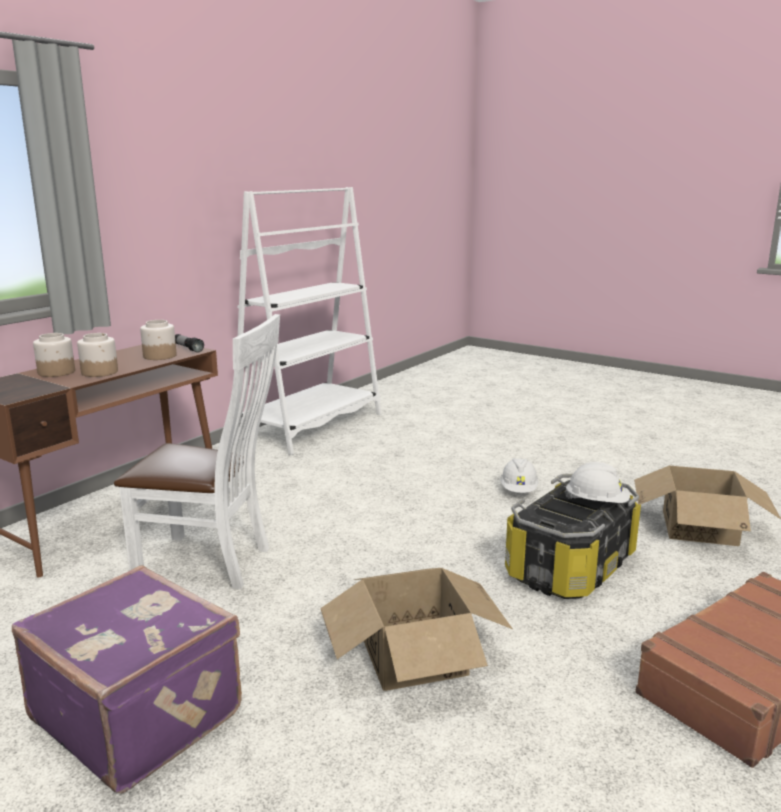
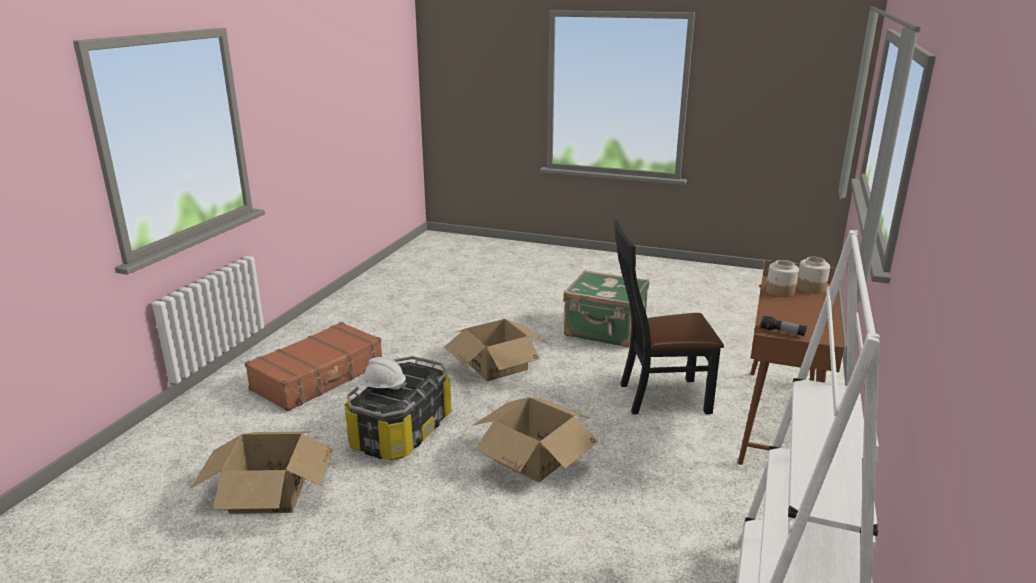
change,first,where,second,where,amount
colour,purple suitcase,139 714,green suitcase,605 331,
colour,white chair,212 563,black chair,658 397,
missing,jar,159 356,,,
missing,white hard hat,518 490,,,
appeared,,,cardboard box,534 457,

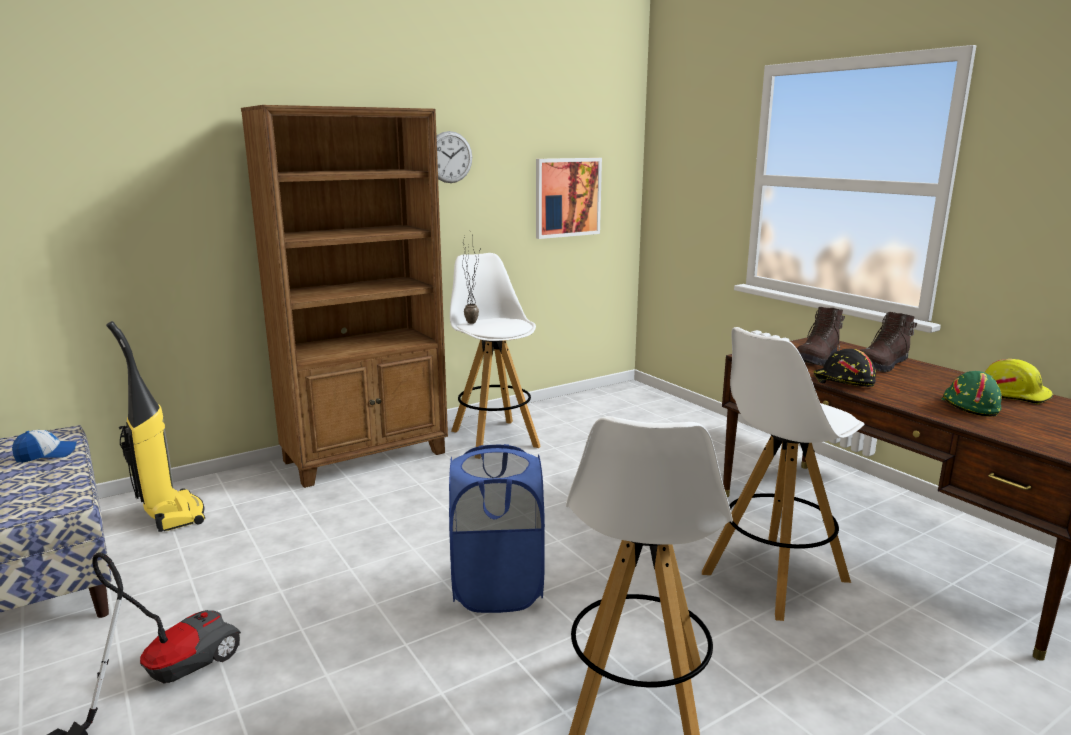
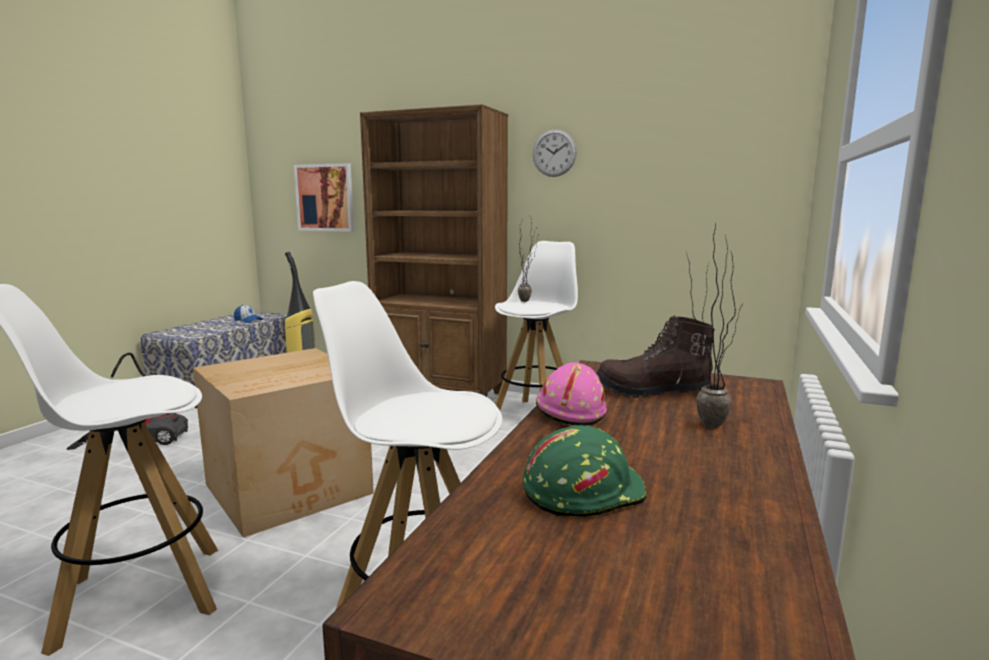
change,first,where,second,where,amount
exchanged,blue laundry basket,497 588,cardboard box,291 489,
relocated,picture,567 197,,325 197,
colour,black hard hat,843 382,pink hard hat,570 411,
exchanged,brown boot,882 365,potted plant,702 423,
missing,yellow hard hat,1014 394,,,

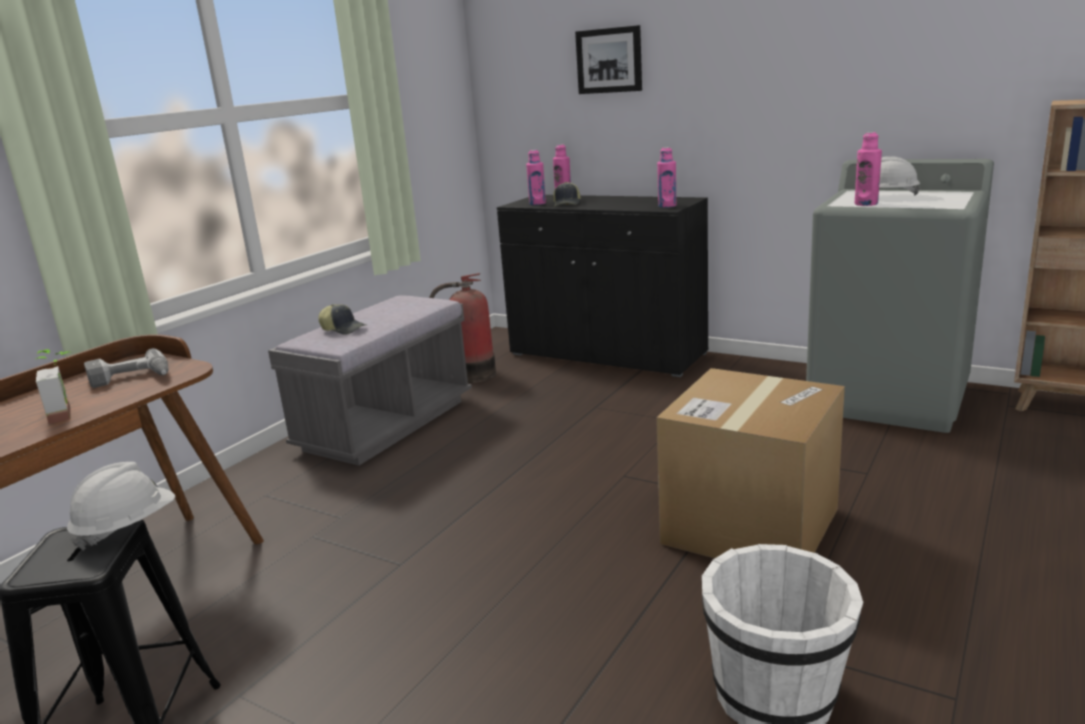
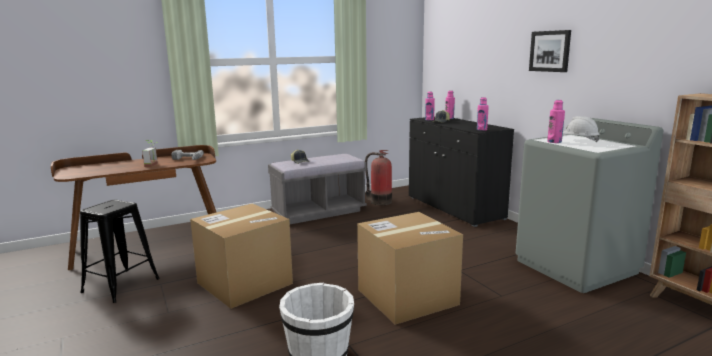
change,first,where,second,where,amount
missing,white hard hat,127 528,,,
relocated,picture,609 60,,550 51,
appeared,,,cardboard box,244 283,

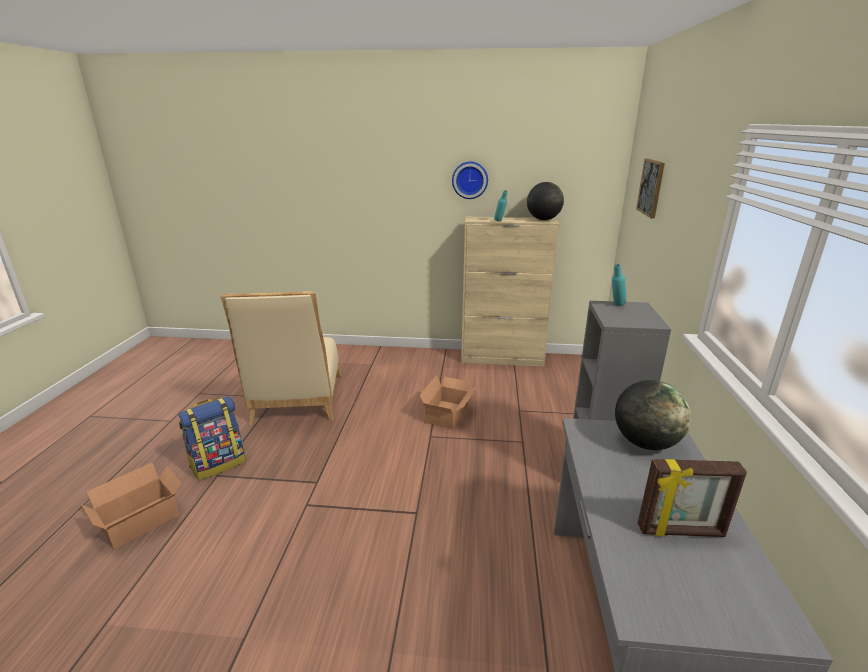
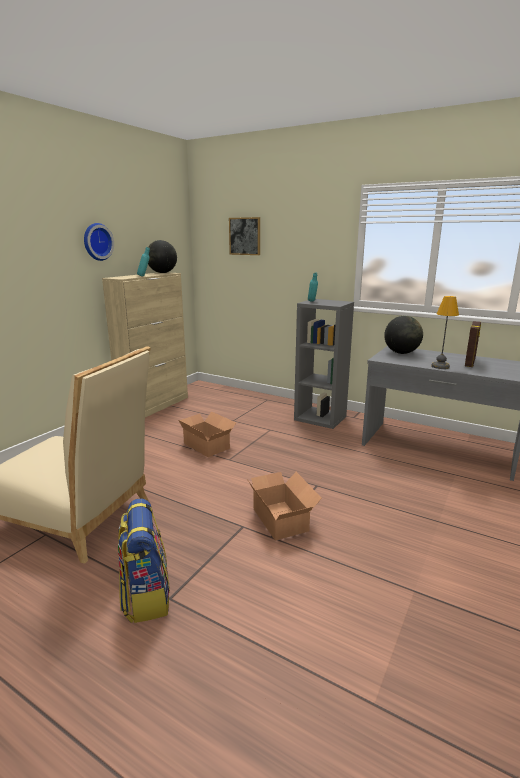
change,first,where,second,where,amount
relocated,cardboard box,143 521,,282 518,
appeared,,,table lamp,441 366,

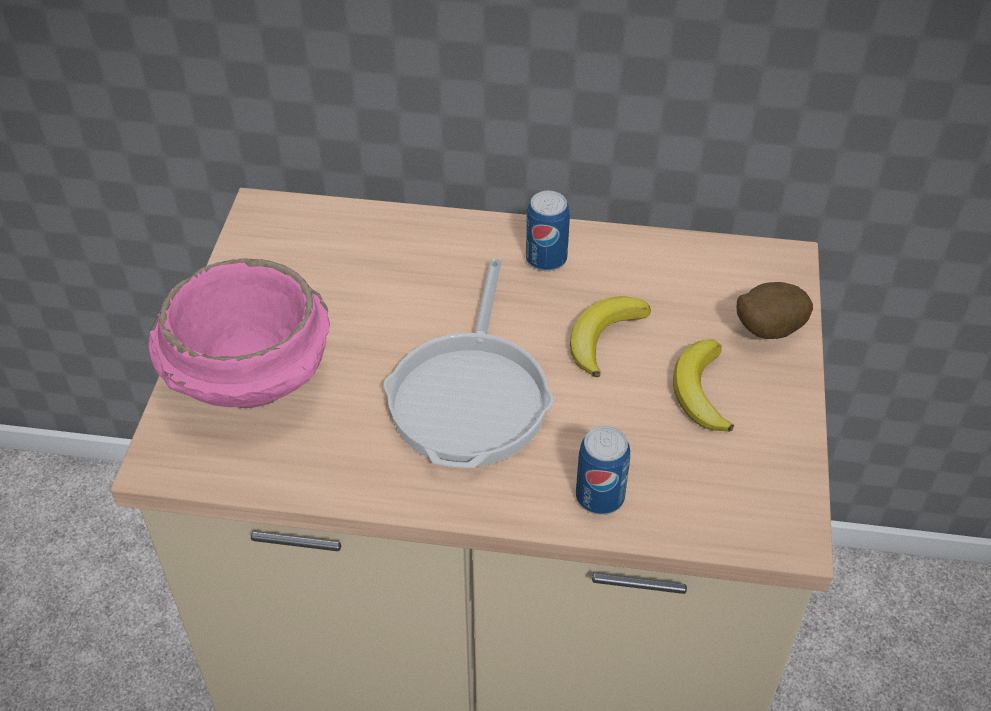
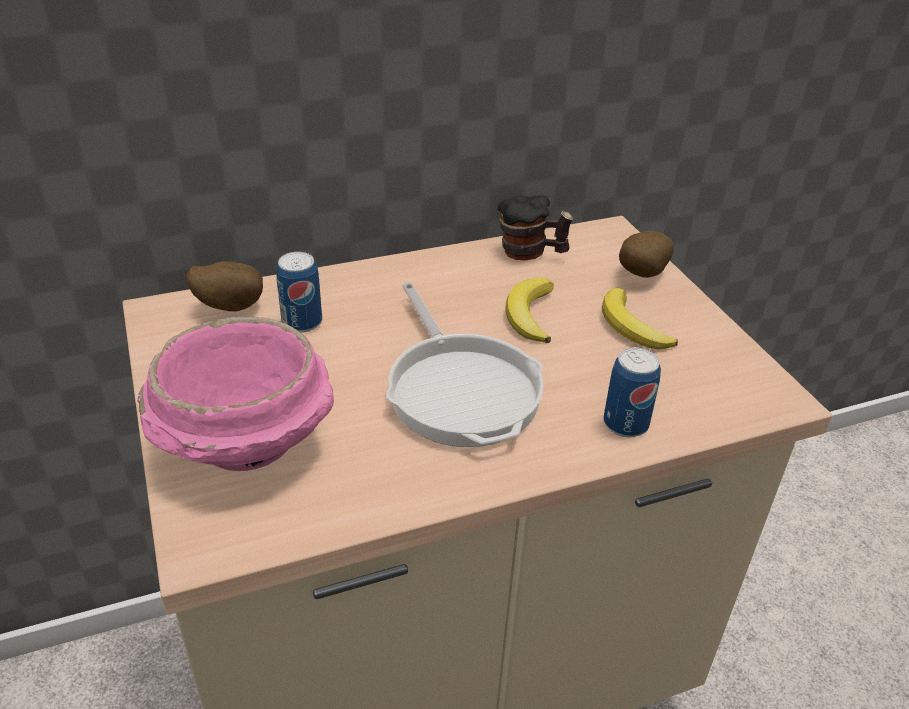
change,first,where,second,where,amount
relocated,can,546 259,,302 322,
appeared,,,potato,230 306,
appeared,,,mug,530 254,

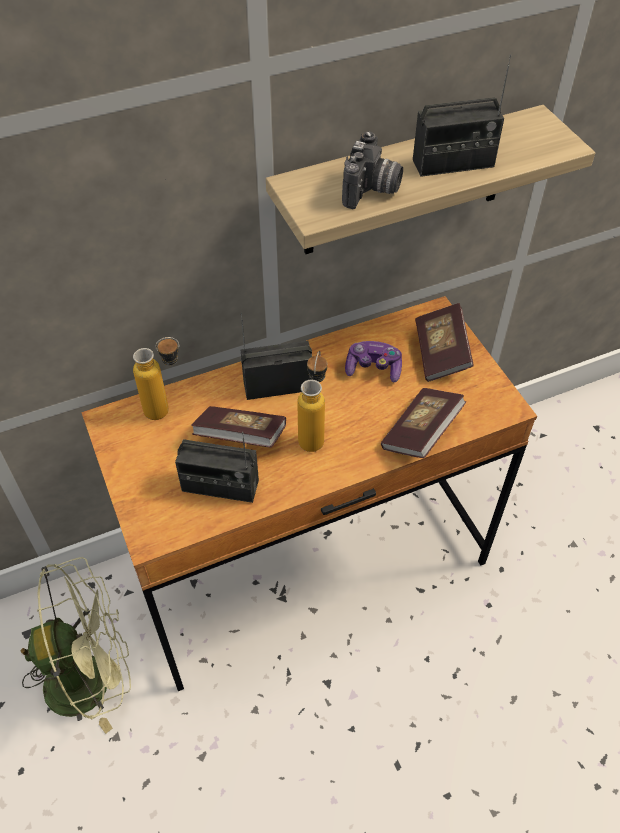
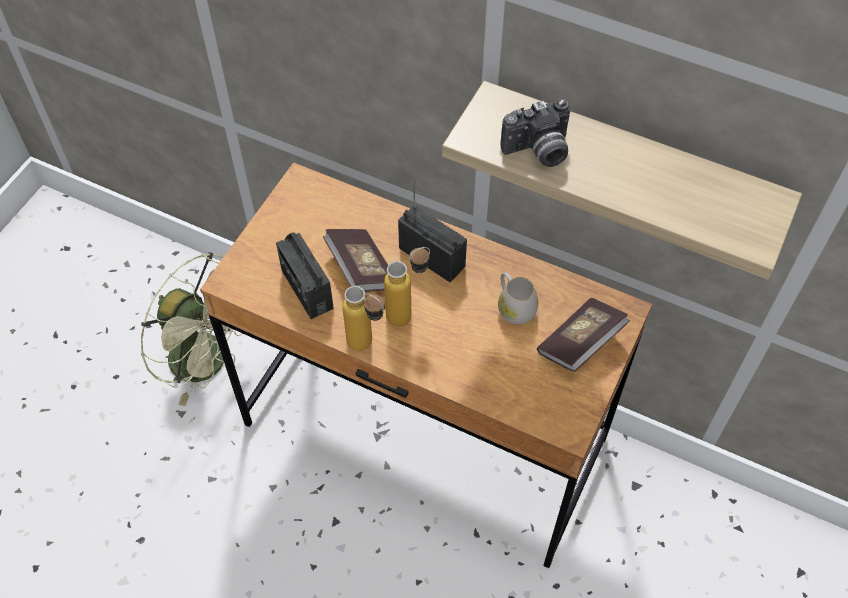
change,first,where,second,where,amount
relocated,bottle,167 409,,368 346,
exchanged,game controller,373 368,white mug,514 307,
missing,book,421 433,,,
missing,radio,453 163,,,

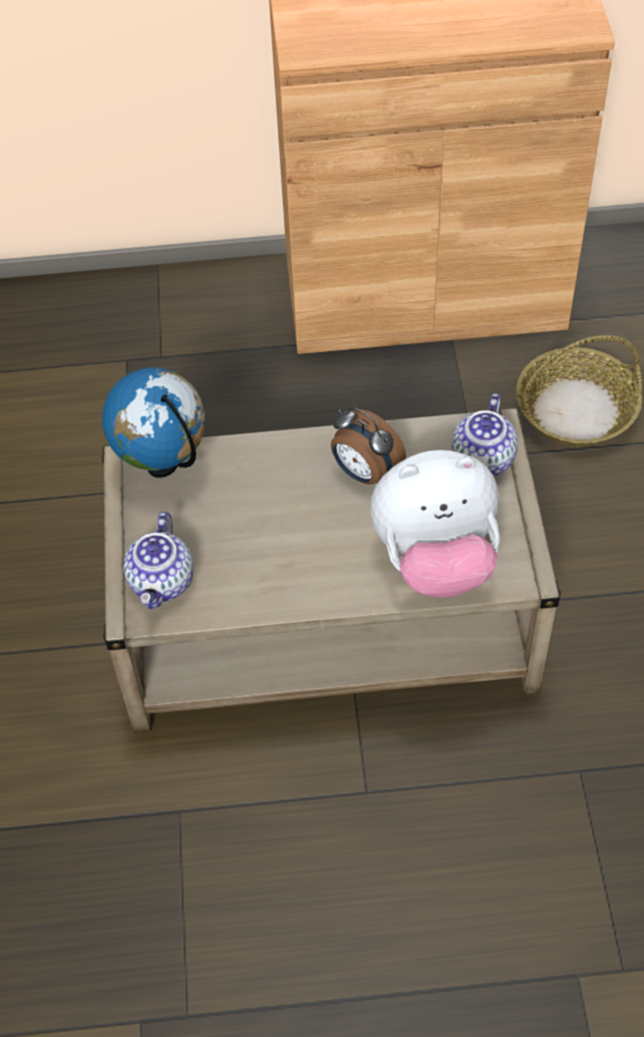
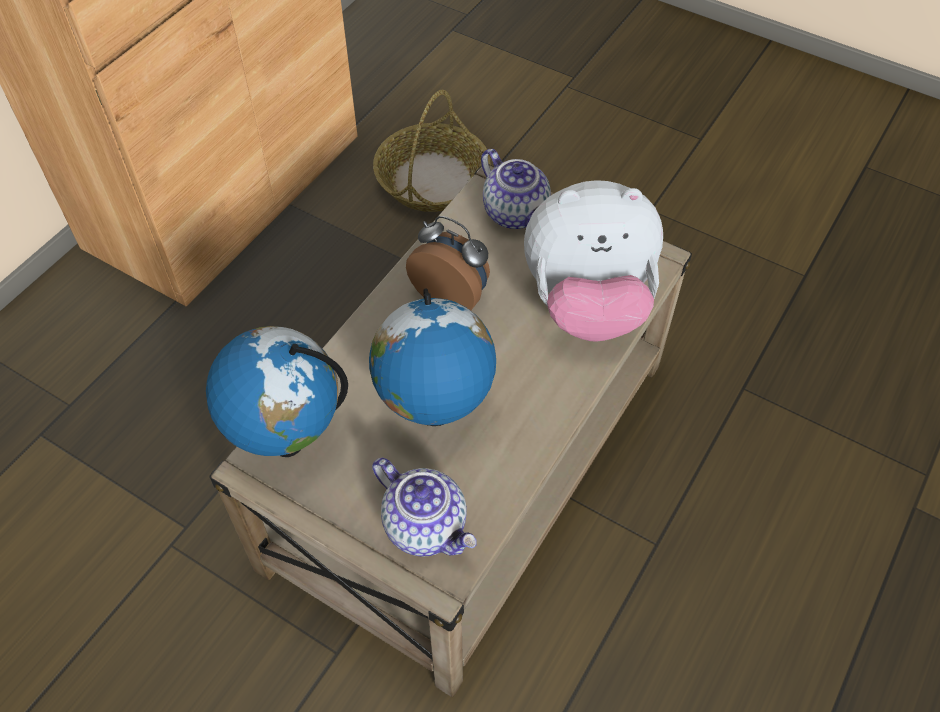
change,first,where,second,where,amount
spun,alarm clock,365 473,,452 295,135 degrees counterclockwise
spun,plush toy,436 559,,587 305,60 degrees clockwise
appeared,,,globe,434 411,

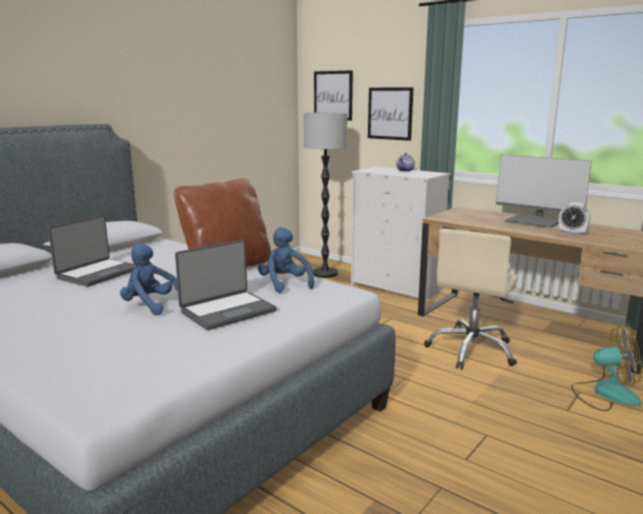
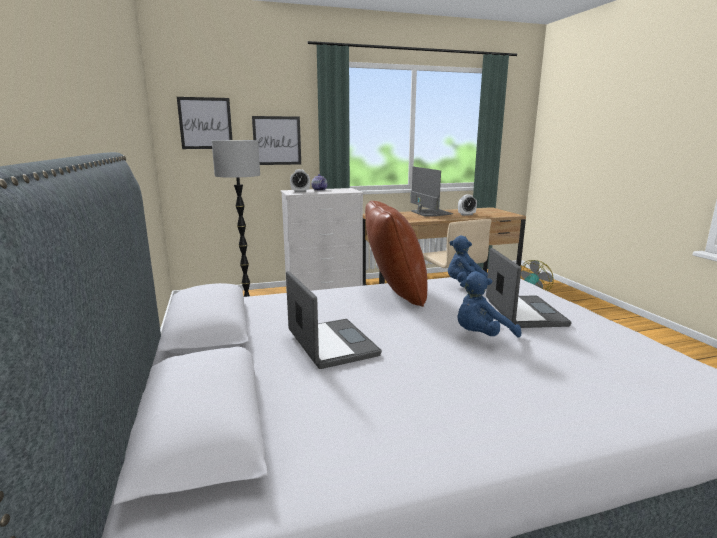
change,first,where,second,where,amount
spun,monitor,534 221,,430 213,90 degrees counterclockwise
appeared,,,alarm clock,300 191,

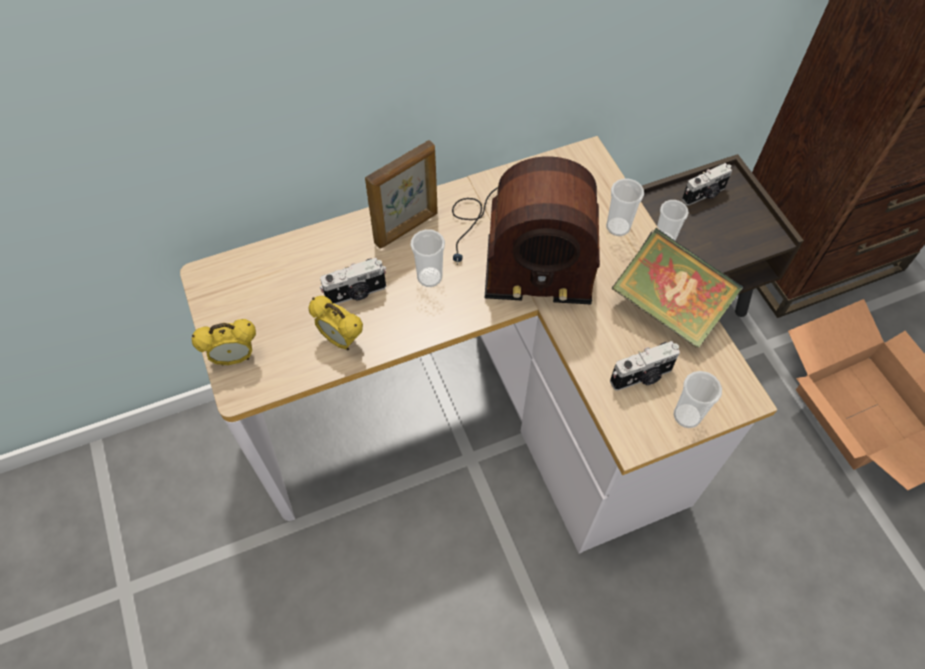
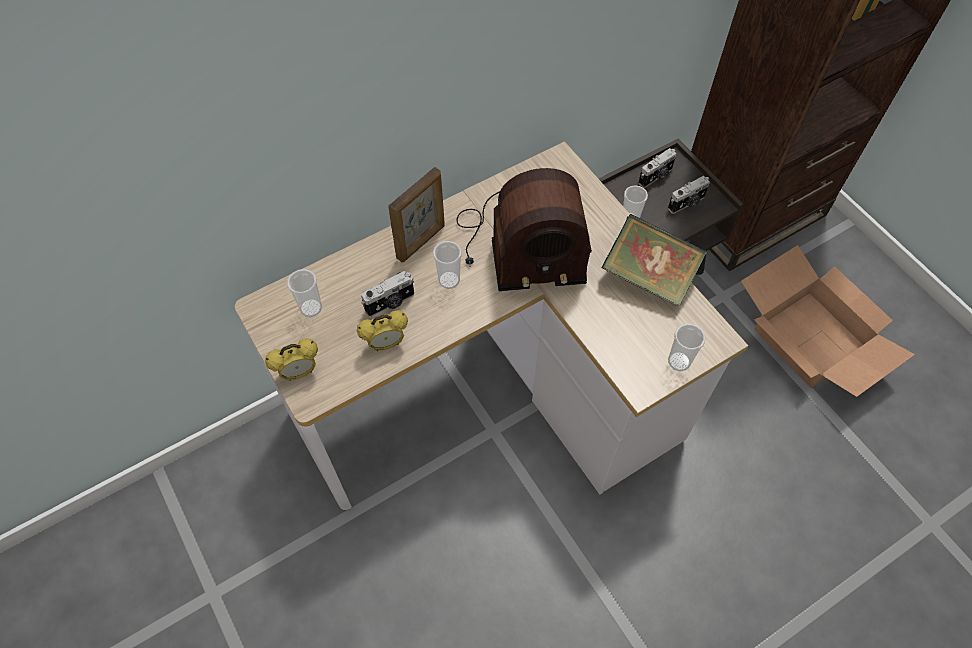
change,first,where,second,where,amount
spun,alarm clock,341 340,,386 344,45 degrees counterclockwise
relocated,cup,618 227,,311 308,
relocated,photo camera,642 377,,687 203,

